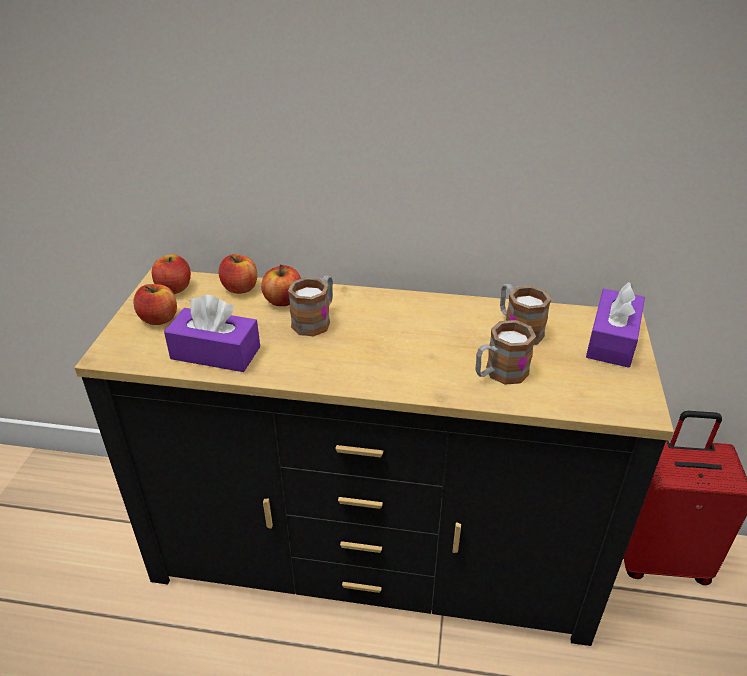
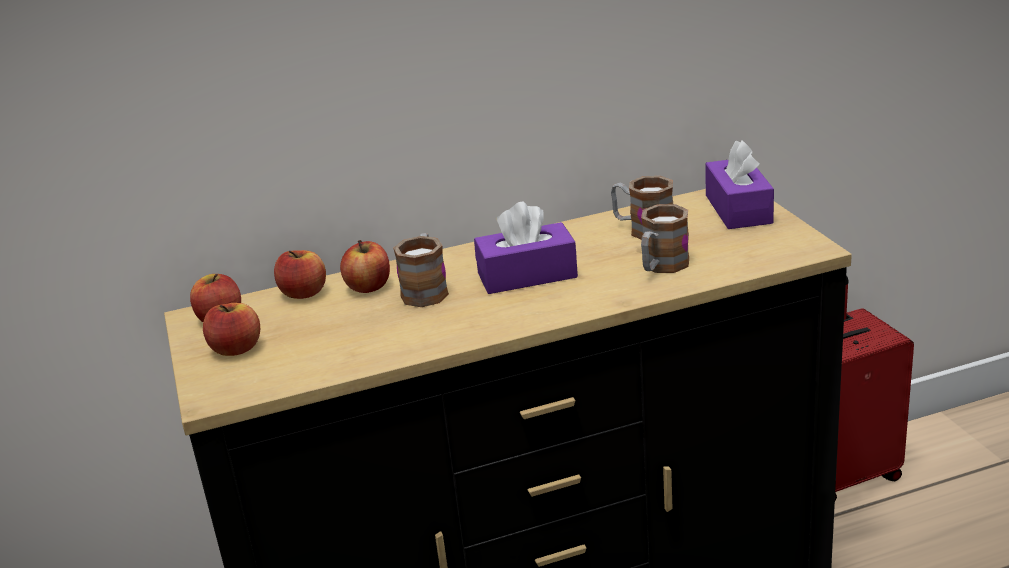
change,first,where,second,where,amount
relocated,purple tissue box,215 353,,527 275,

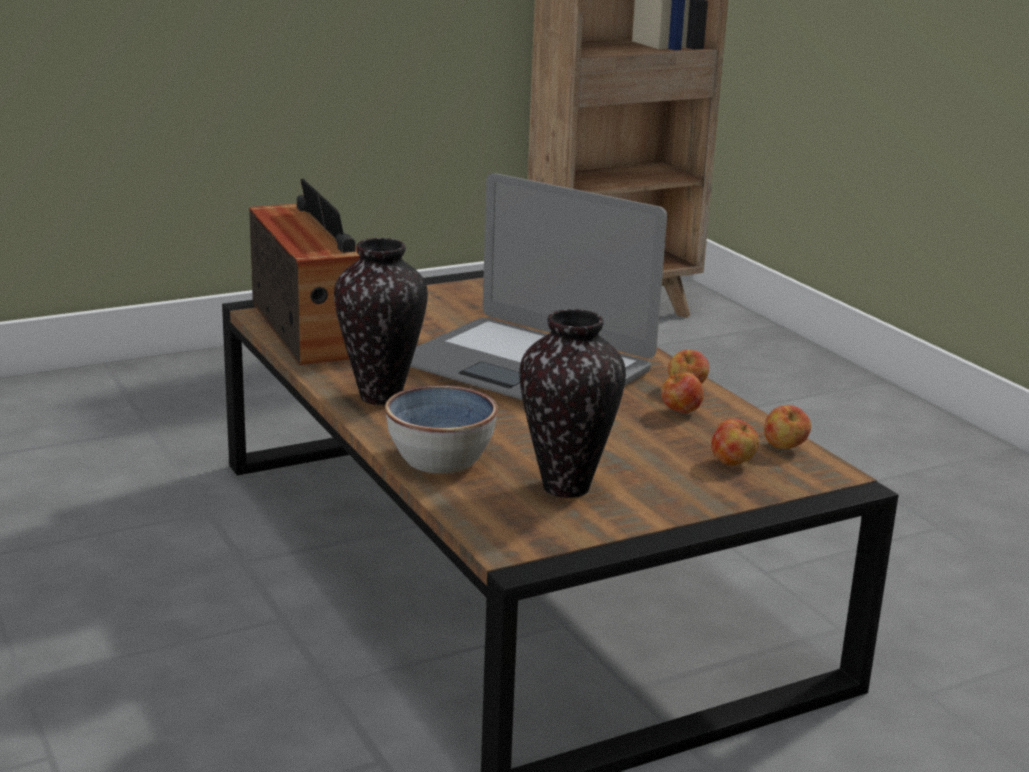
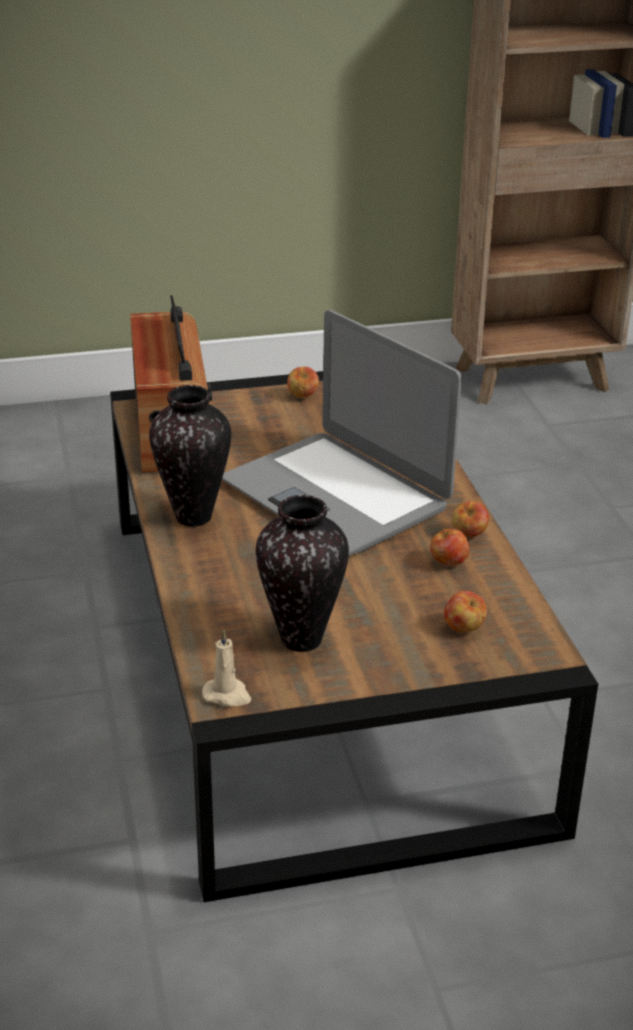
change,first,where,second,where,amount
missing,bowl,440 460,,,
relocated,apple,784 448,,302 396,
appeared,,,beige candle,227 695,

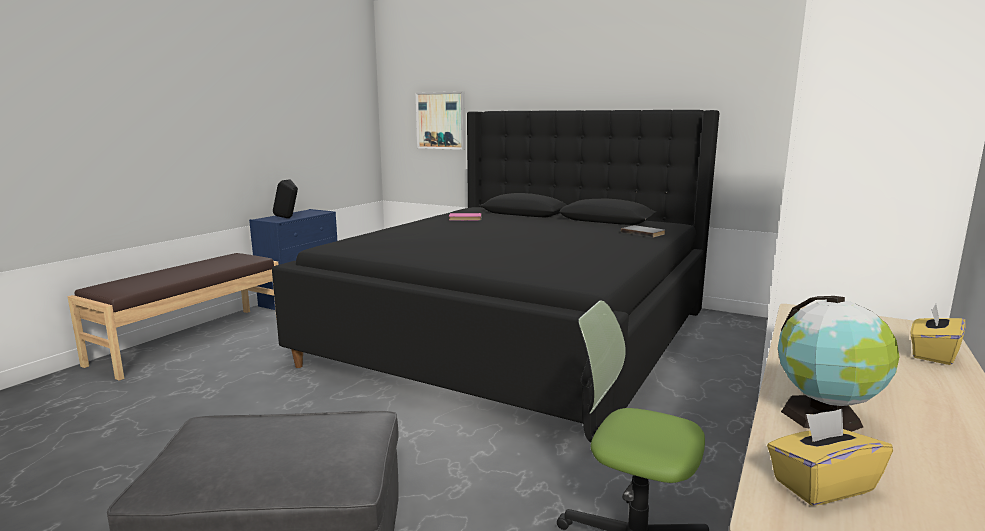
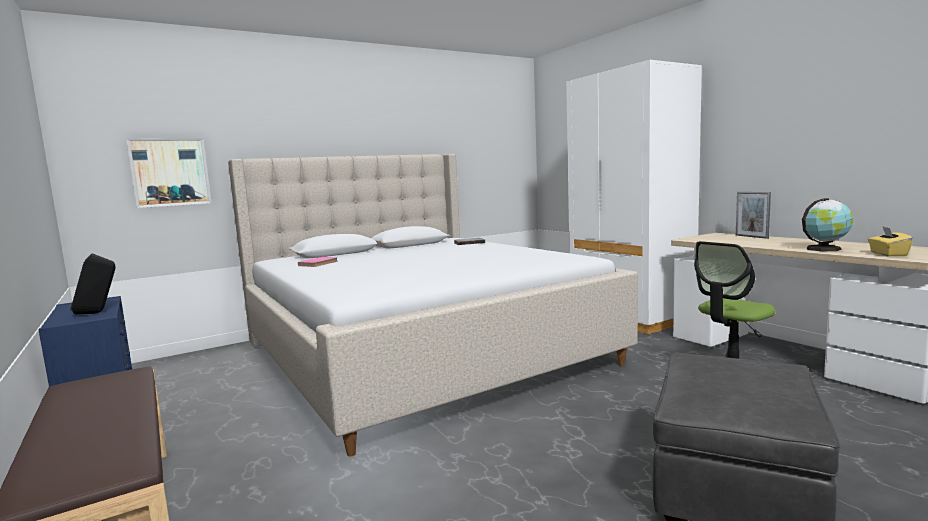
change,first,where,second,where,amount
colour,black bed,520 335,beige bed,420 351,
exchanged,yellow tissue box,932 354,picture frame,751 236,

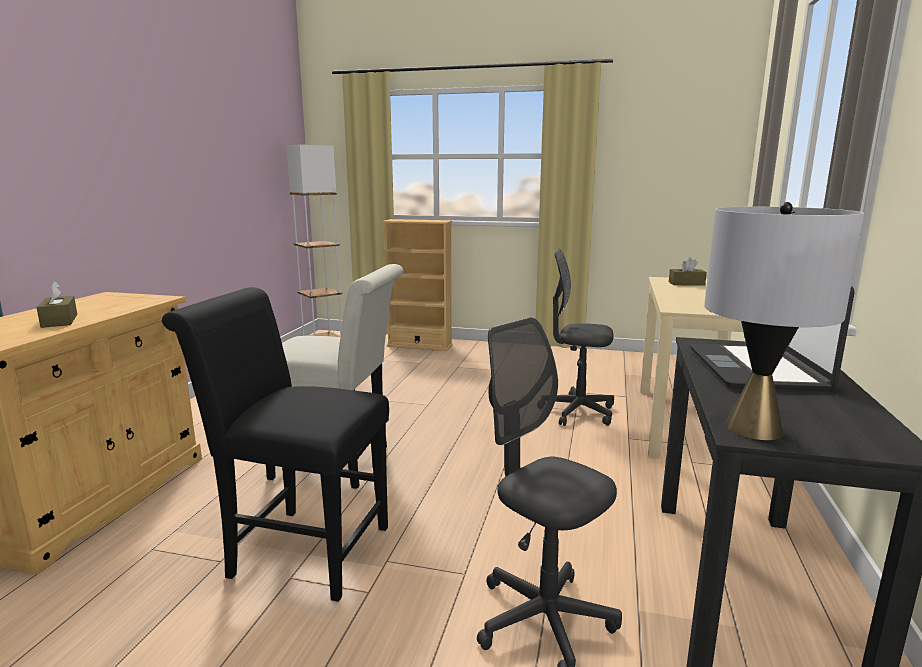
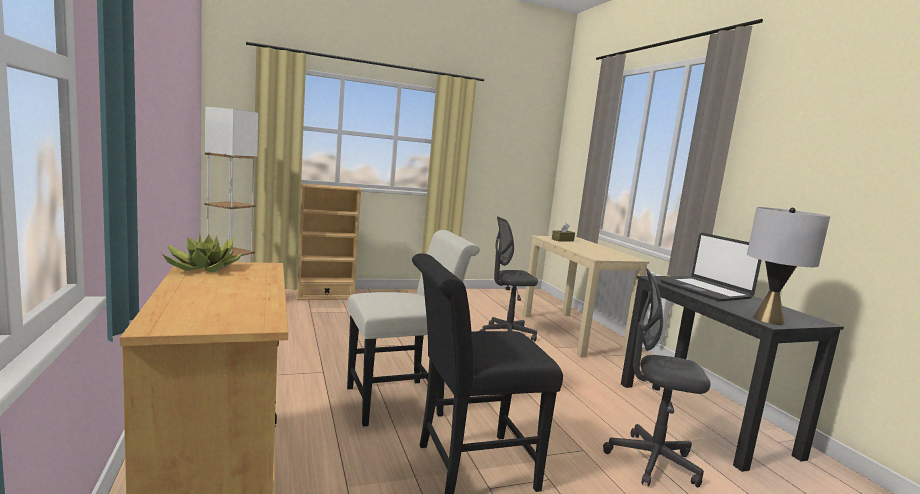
change,first,where,second,where,amount
missing,brown tissue box,59 321,,,
appeared,,,potted plant,201 268,

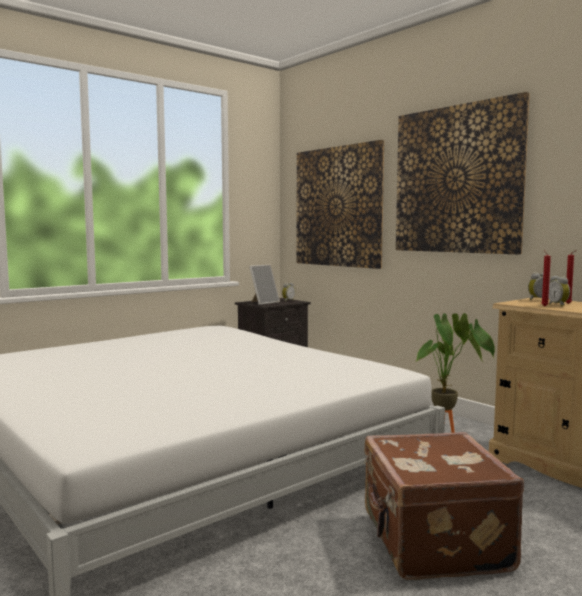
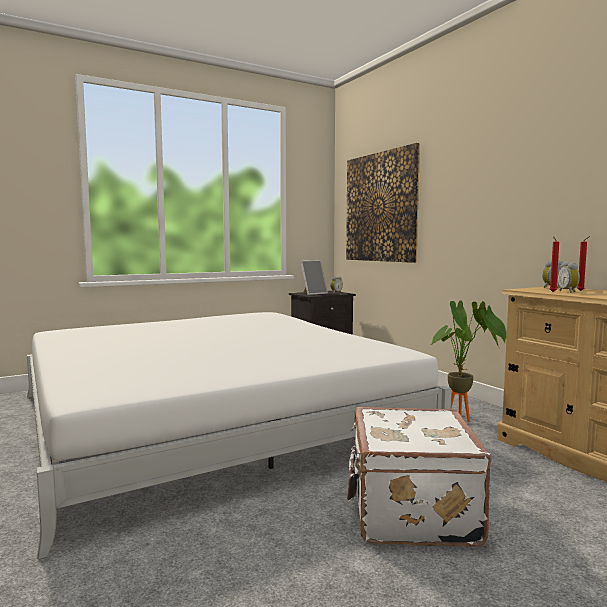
change,first,where,second,where,amount
colour,brown suitcase,432 542,white suitcase,409 511,
missing,picture,457 180,,,

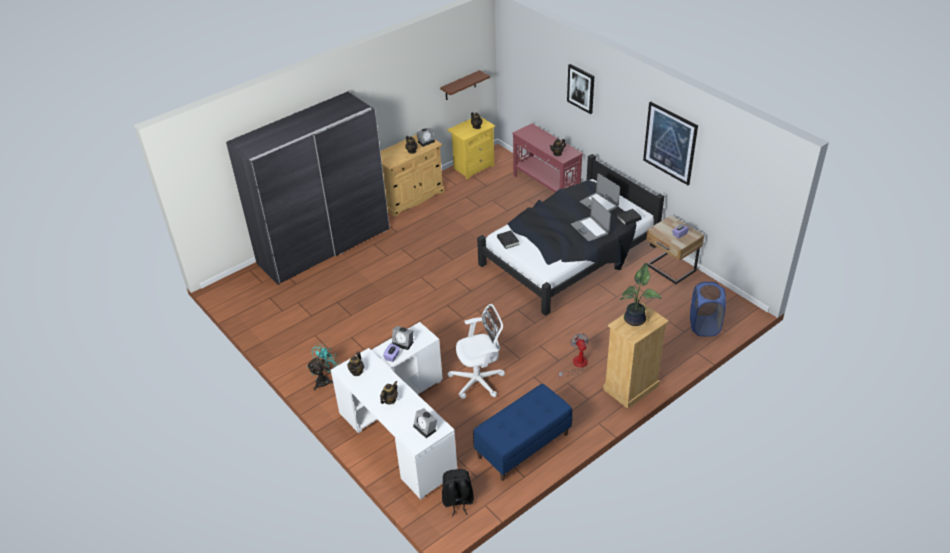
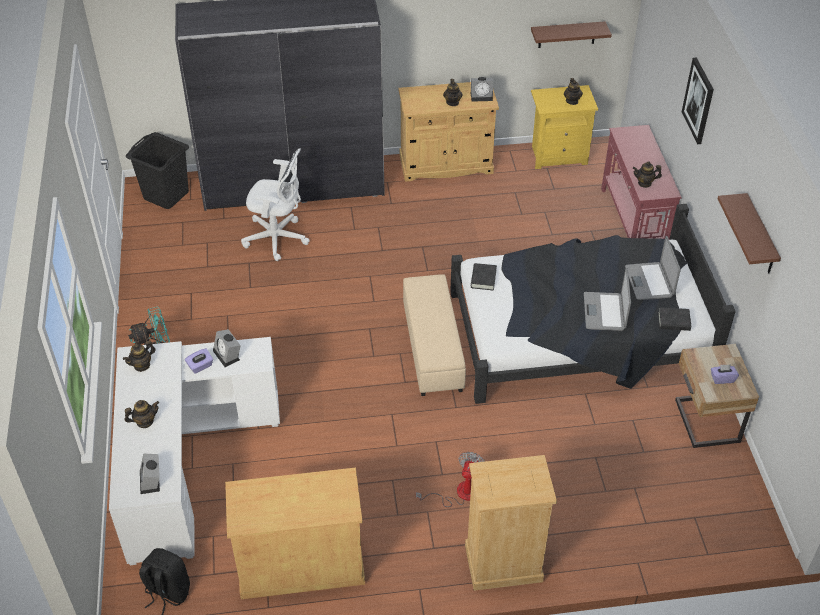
change,first,where,second,where,amount
relocated,white office chair,479 381,,278 239,
exchanged,blue bench,523 446,beige cabinet,301 565,
missing,potted plant,636 319,,,
exchanged,picture,670 143,brown shelf,760 236,
missing,blue laundry basket,704 326,,,
appeared,,,black laundry basket,166 195,
appeared,,,beige ottoman,433 348,

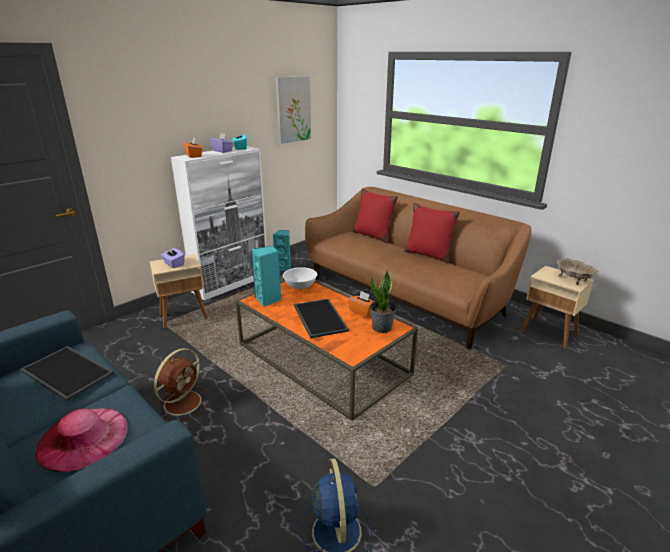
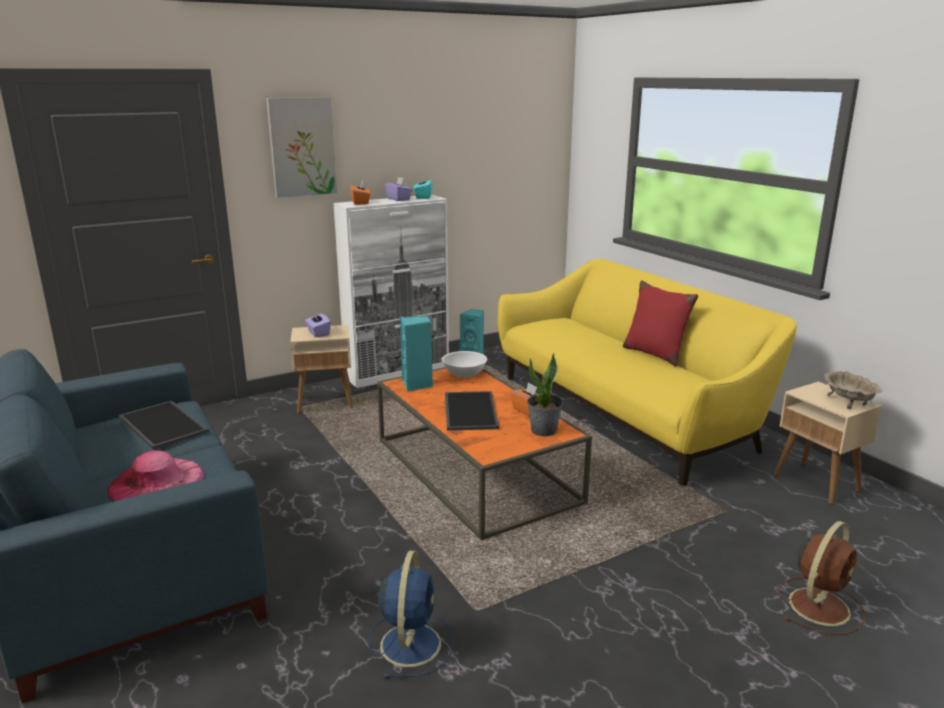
change,first,where,second,where,amount
relocated,brown fan,184 402,,820 605,
relocated,picture,292 109,,302 147,
colour,brown sofa,406 296,yellow sofa,626 413,
missing,red pillow,372 235,,,

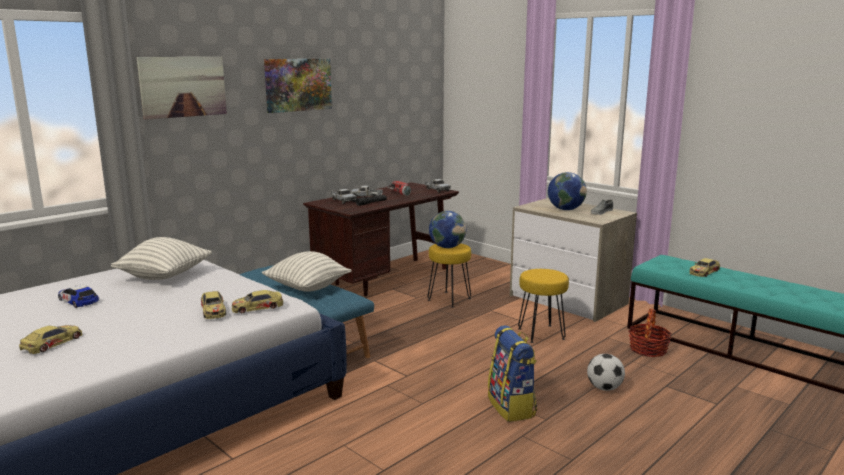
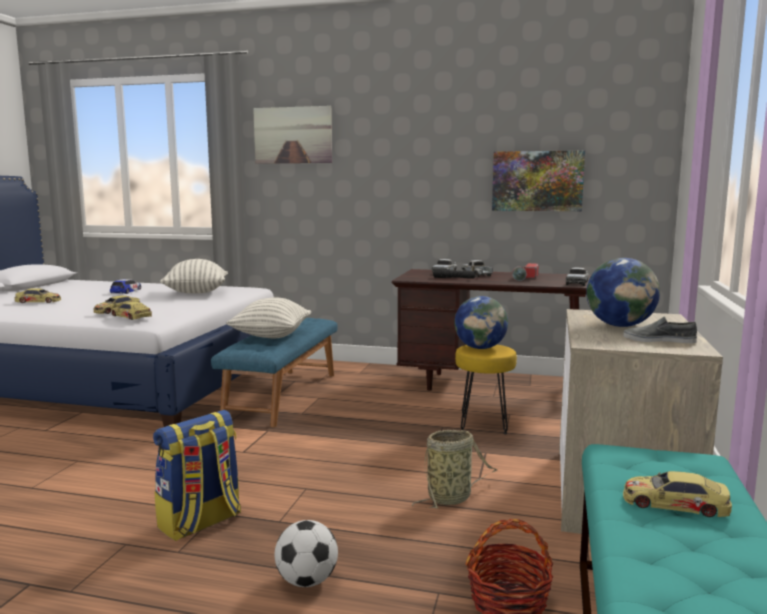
change,first,where,second,where,amount
relocated,picture,298 84,,537 181,
exchanged,yellow stool,540 333,basket,451 498,

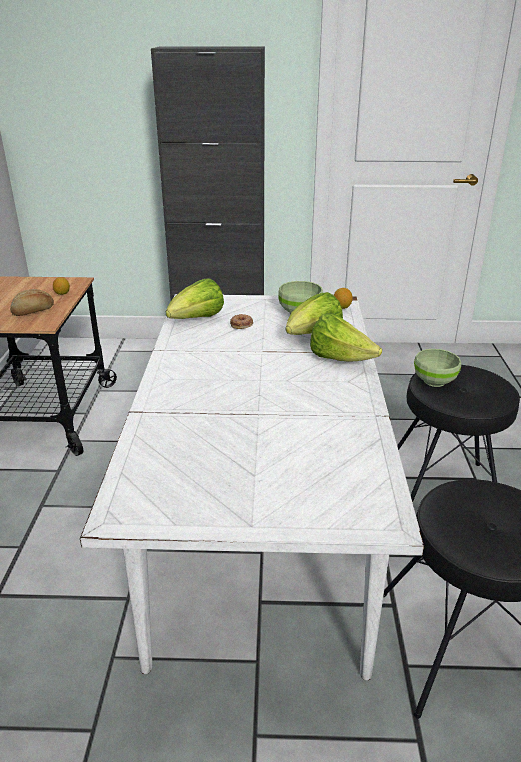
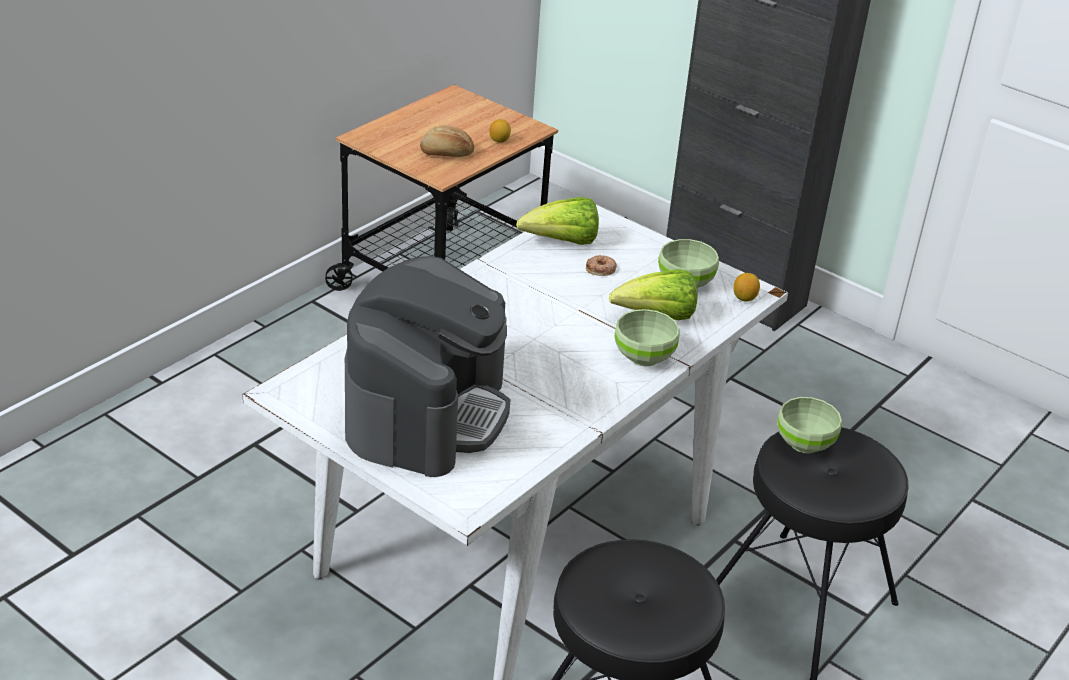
change,first,where,second,where,amount
exchanged,lettuce,340 359,green bowl,644 356,
appeared,,,coffee machine,427 412,

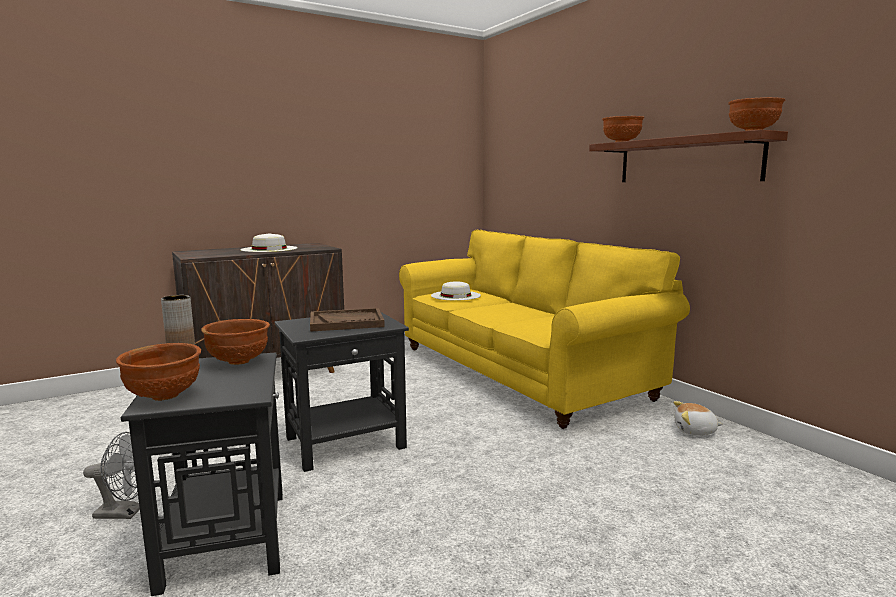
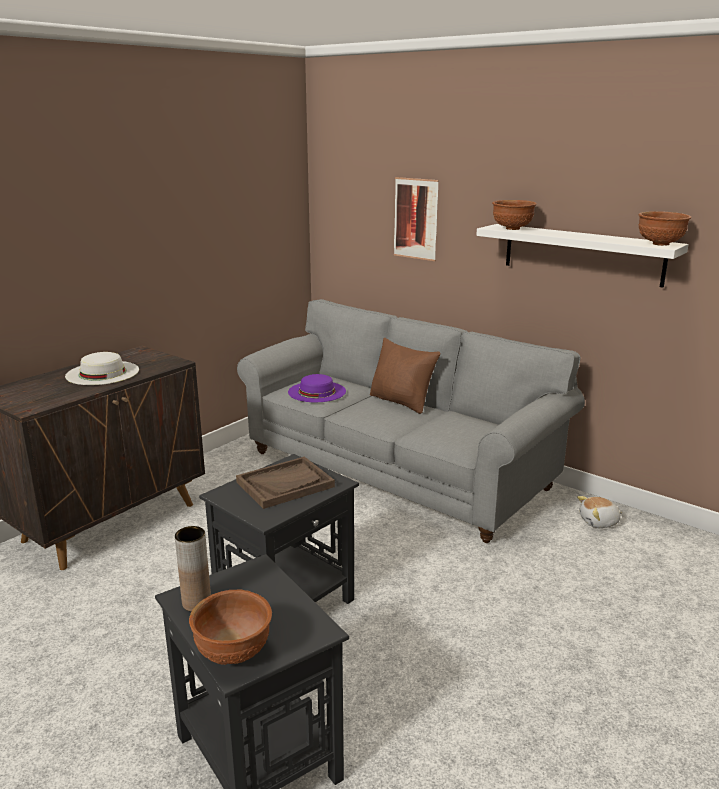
change,first,where,second,where,amount
missing,grey fan,125 512,,,
missing,brown bowl,239 362,,,
colour,yellow sofa,518 372,grey sofa,397 471,
colour,white hat,455 295,purple hat,316 391,
colour,brown shelf,687 160,white shelf,582 254,
appeared,,,brown pillow,402 402,
appeared,,,picture,415 219,

